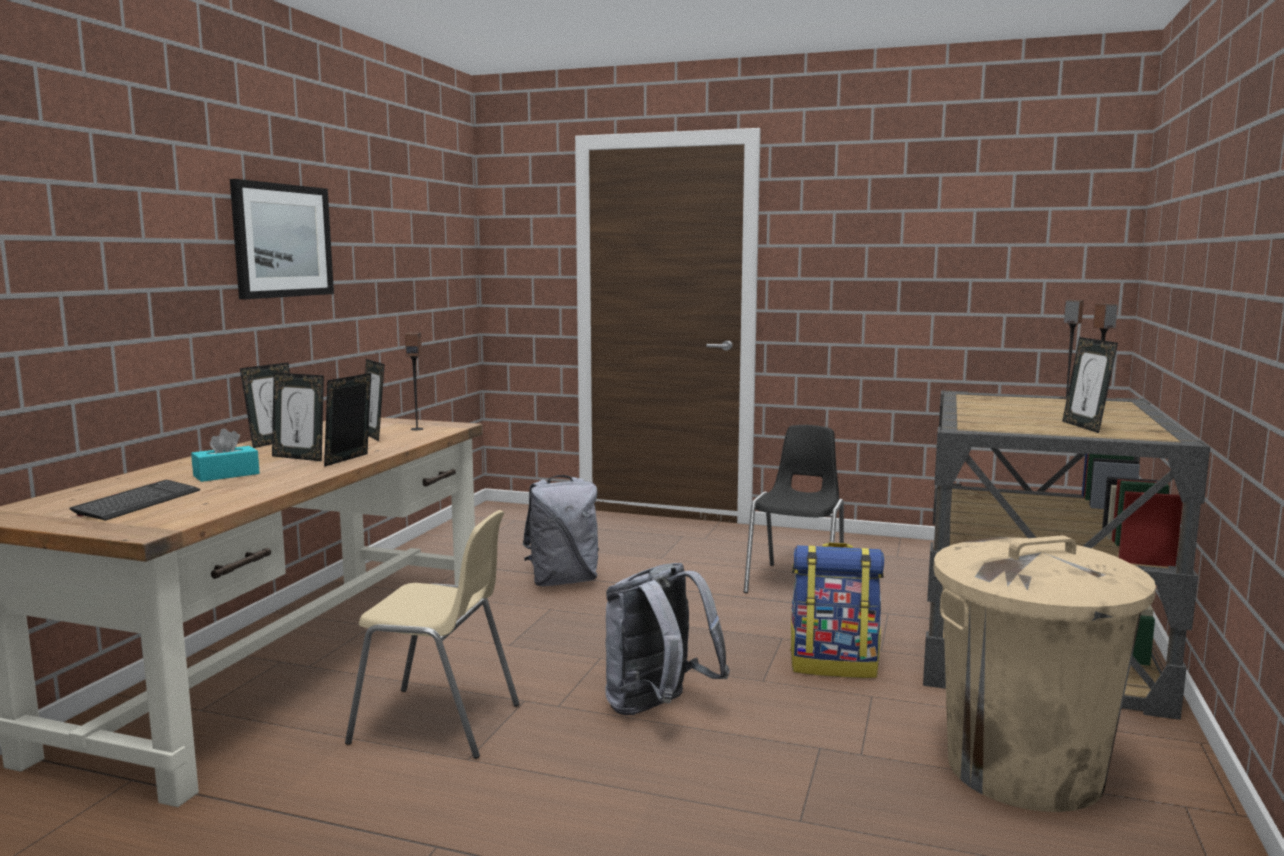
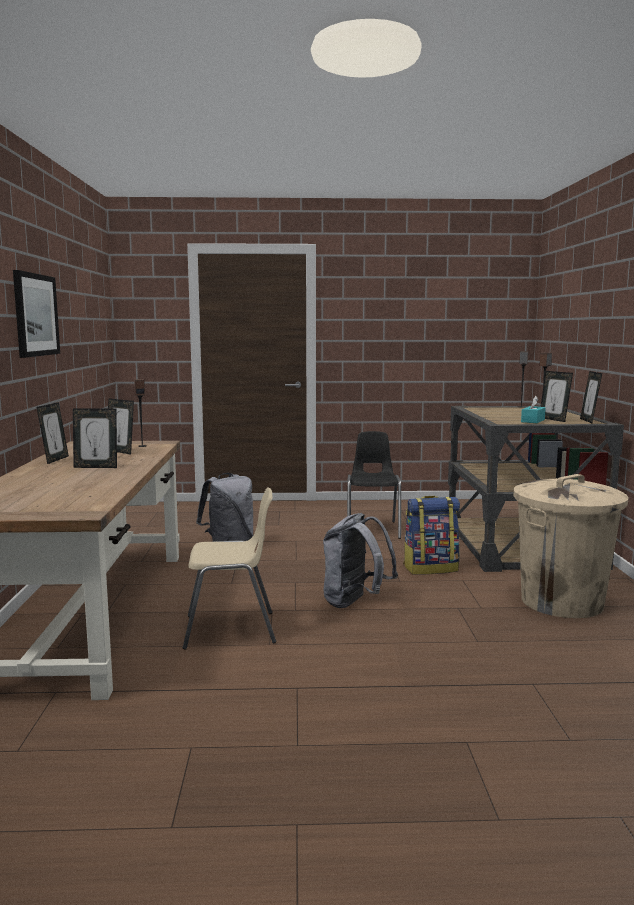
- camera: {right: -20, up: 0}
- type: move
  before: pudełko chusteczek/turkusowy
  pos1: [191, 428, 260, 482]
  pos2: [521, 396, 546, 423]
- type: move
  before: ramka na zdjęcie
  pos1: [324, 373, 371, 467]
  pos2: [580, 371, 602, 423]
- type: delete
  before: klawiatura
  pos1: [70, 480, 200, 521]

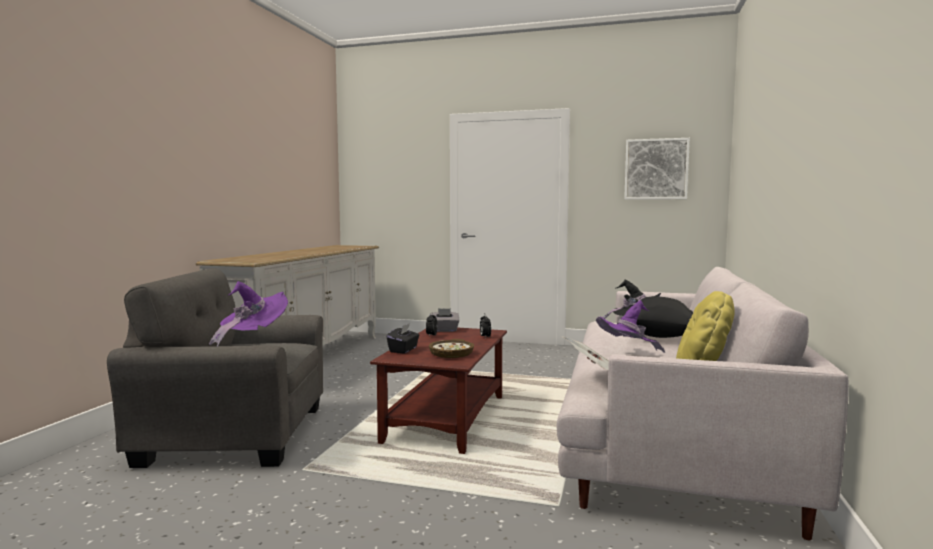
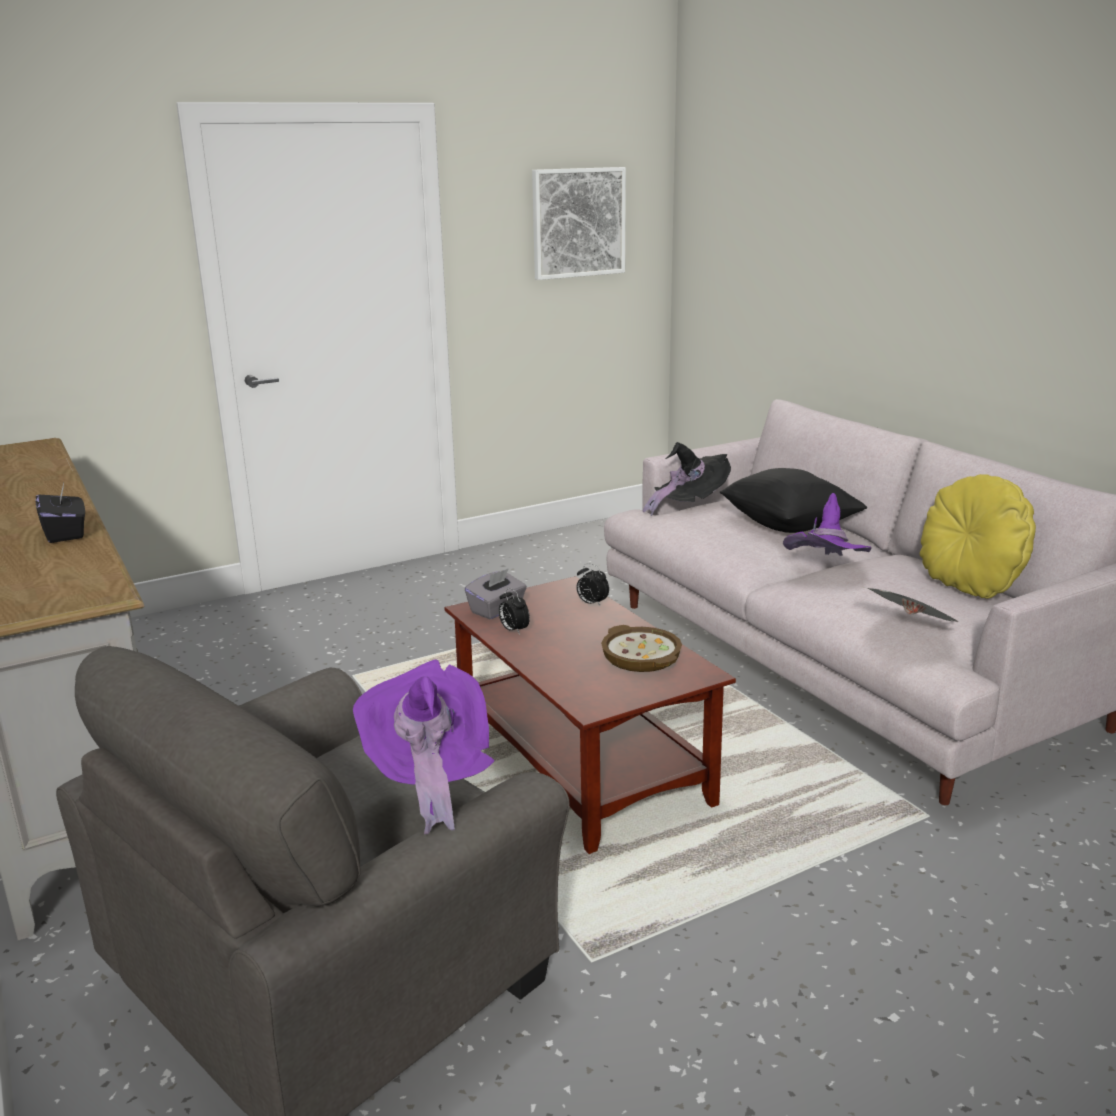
- camera: {right: -45, up: 15}
- type: move
  before: pudełko chusteczek/czarny
  pos1: [387, 323, 420, 354]
  pos2: [36, 483, 85, 543]

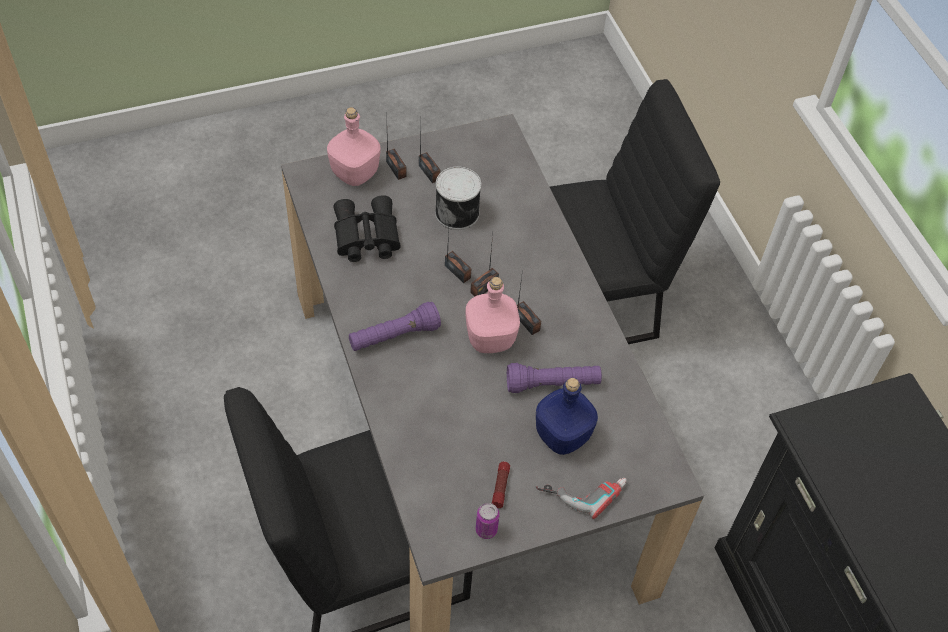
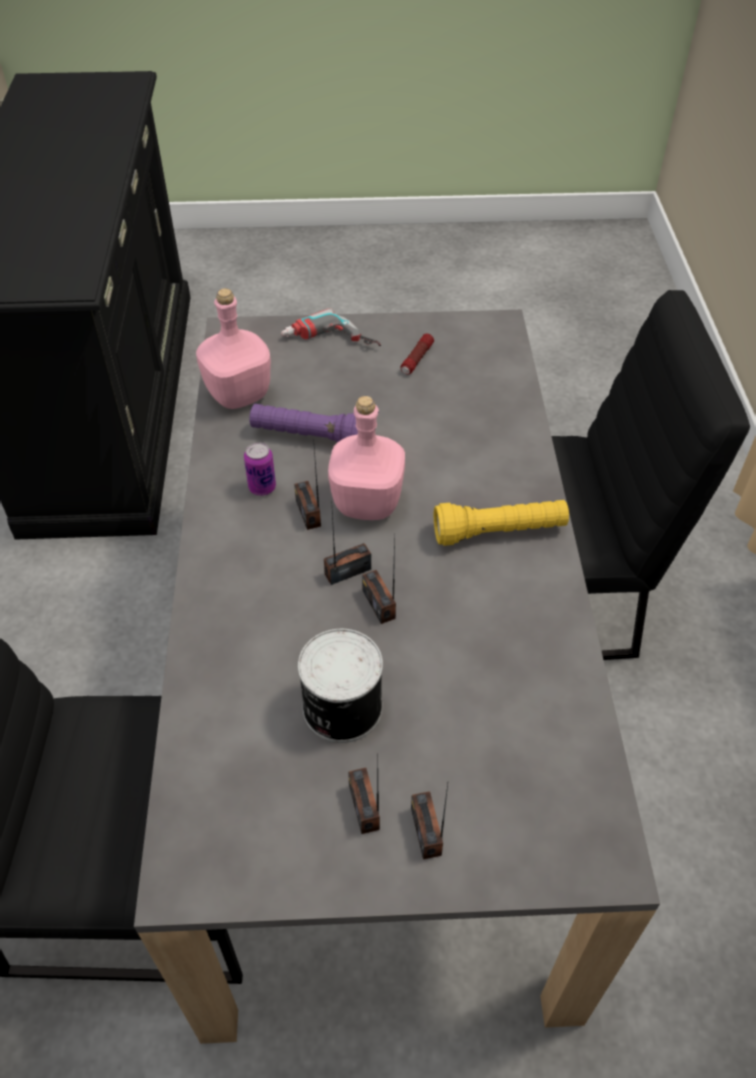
- camera: {right: -160, up: -5}
- type: move
  before: butelka/różowy
  pos1: [327, 107, 381, 186]
  pos2: [196, 288, 271, 409]
- type: move
  before: puszka
  pos1: [475, 503, 500, 539]
  pos2: [244, 442, 276, 496]
- type: recolor
  before: latarka/fioletowy
  after: latarka/żółty
  pos1: [349, 302, 441, 351]
  pos2: [434, 500, 569, 546]
- type: delete
  before: lornetka/czarny
  pos1: [334, 195, 401, 262]
- type: delete
  before: butelka/niebieski
  pos1: [536, 378, 598, 455]

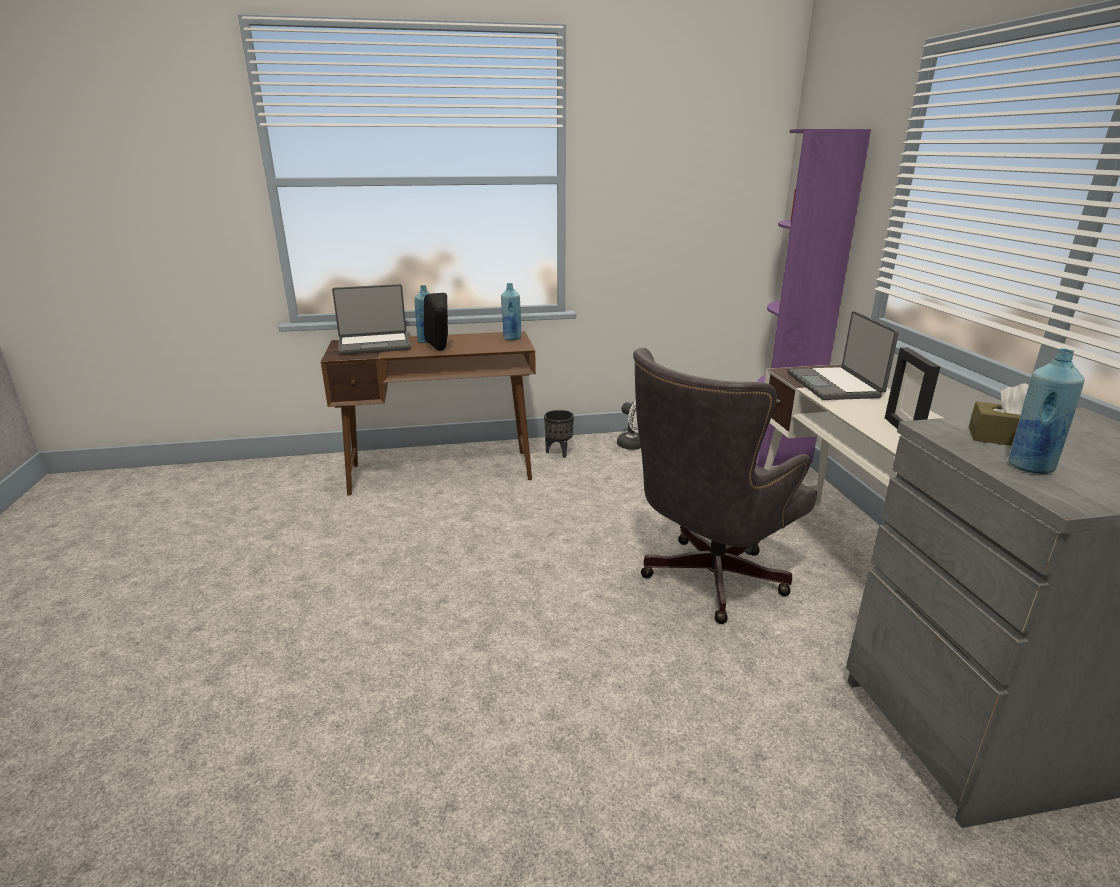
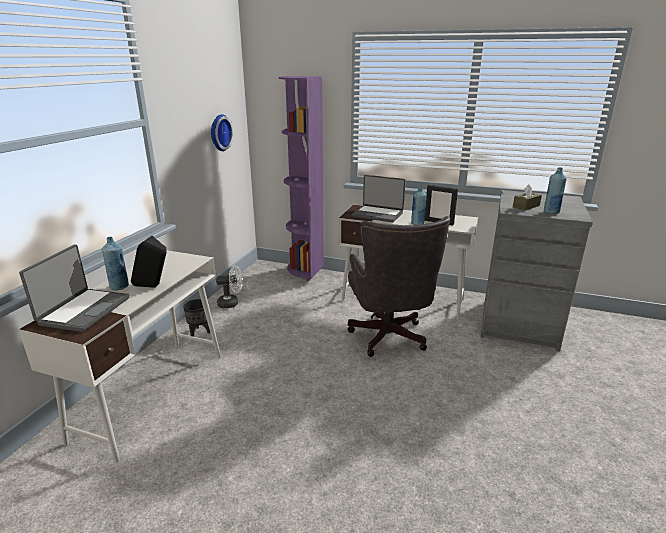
- camera: {right: -60, up: 0}
- type: recolor
  before: biurko/brązowy
  after: biurko/biały
  pos1: [321, 331, 536, 496]
  pos2: [18, 250, 221, 463]
- type: insert
  after: zegar ścienny
  pos2: [211, 114, 234, 151]
- type: move
  before: butelka/niebieski
  pos1: [501, 283, 521, 340]
  pos2: [411, 186, 427, 225]

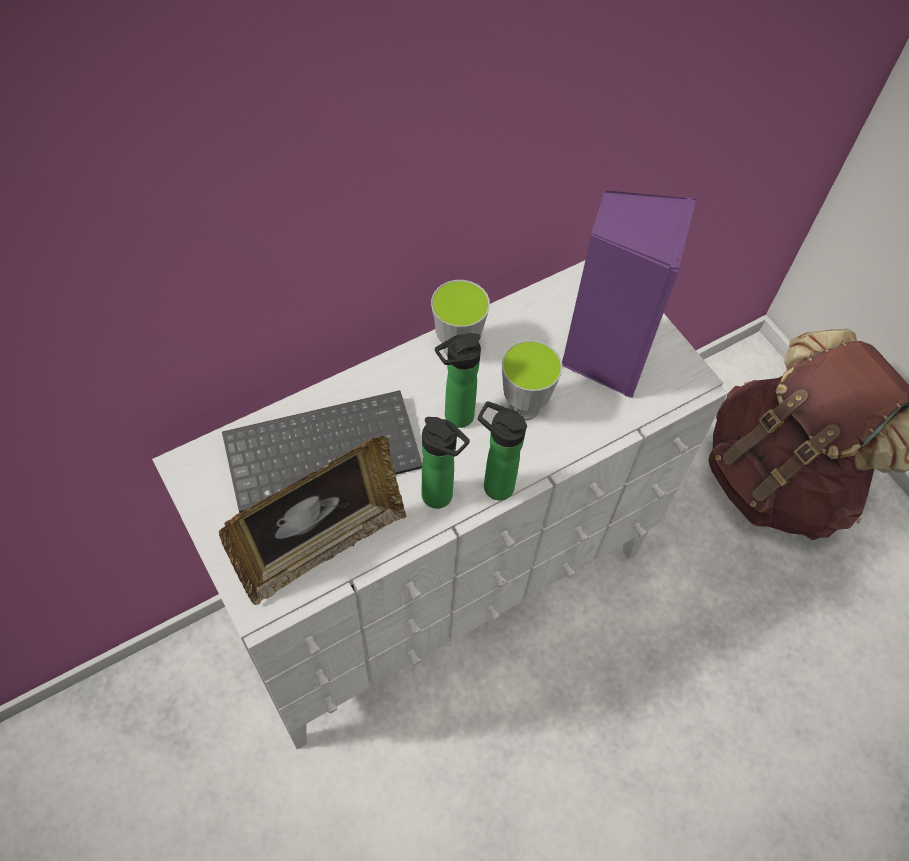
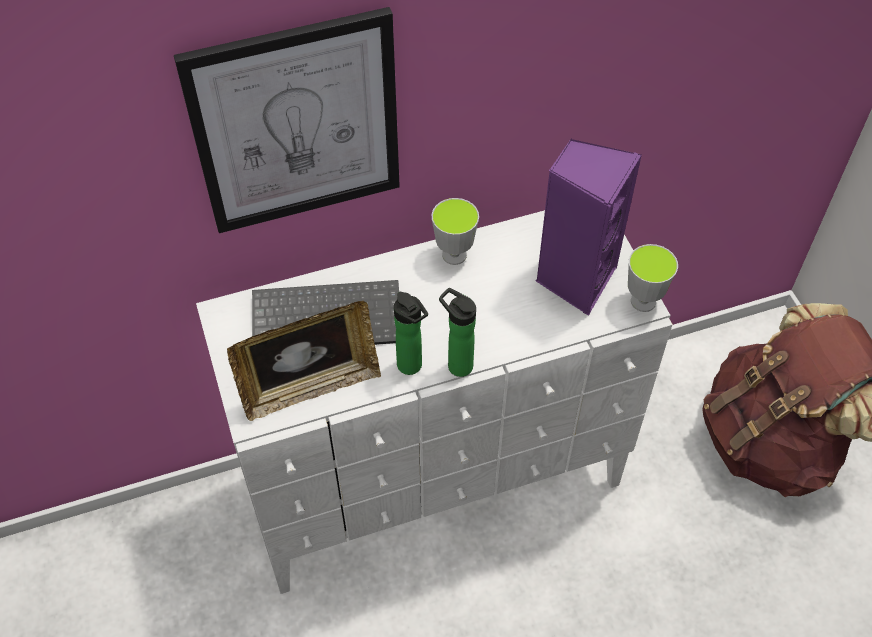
- camera: {right: 15, up: -5}
- type: insert
  after: obraz
  pos2: [174, 7, 400, 233]
- type: move
  before: filiżanka
  pos1: [502, 340, 563, 420]
  pos2: [628, 244, 678, 312]
- type: delete
  before: butelka
  pos1: [435, 333, 481, 428]

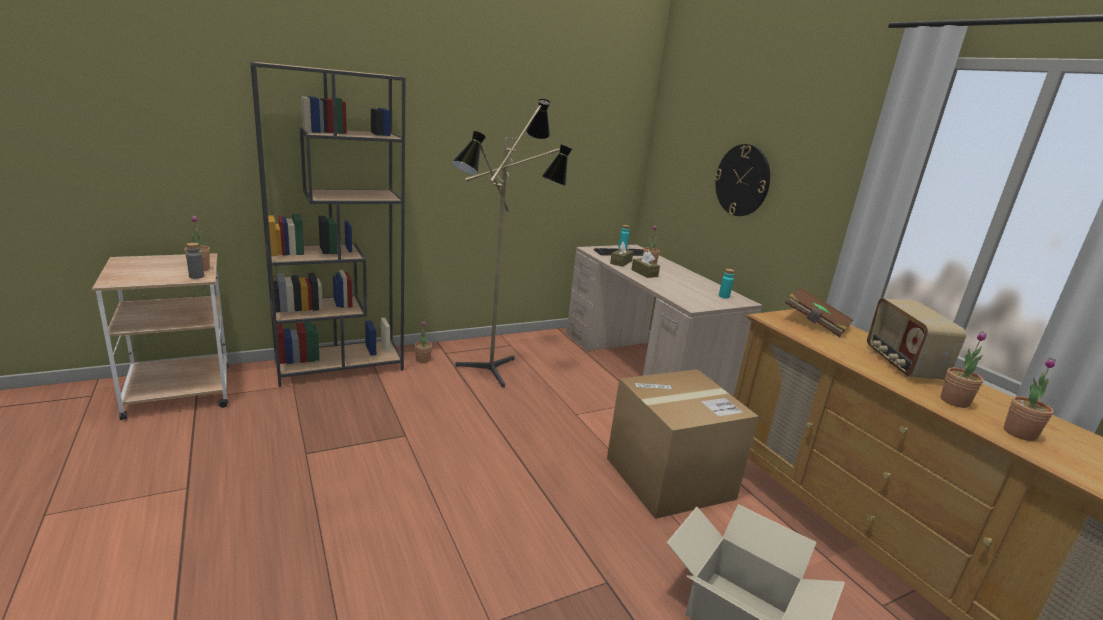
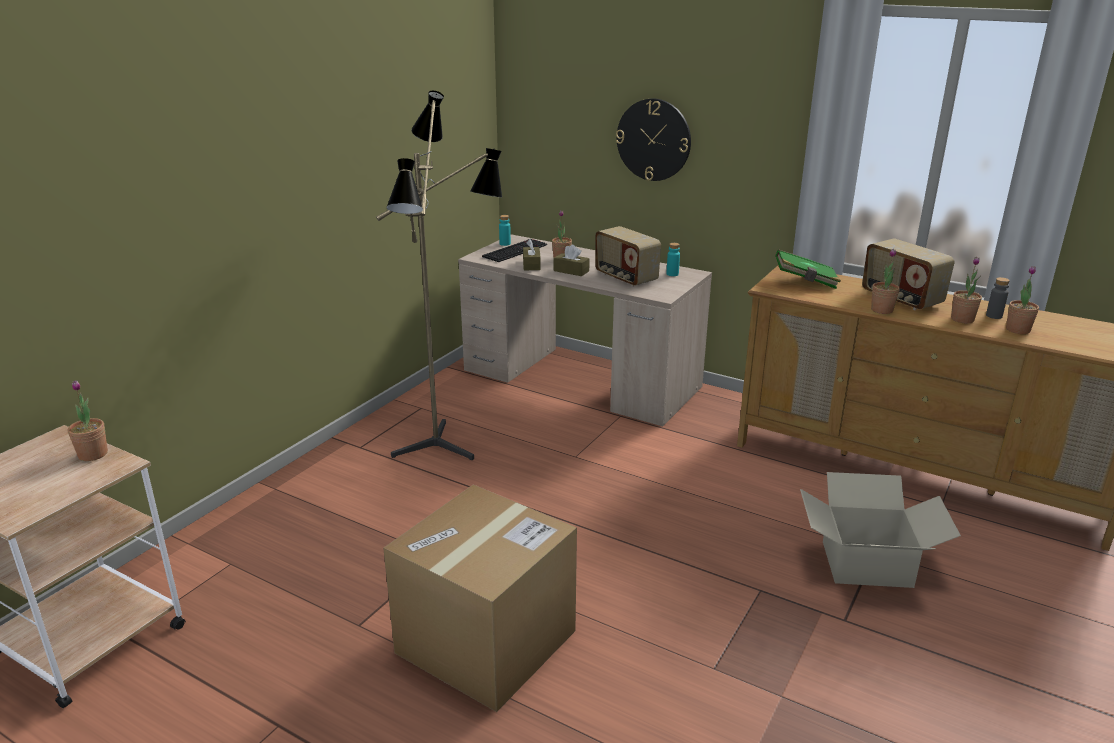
- camera: {right: -30, up: 5}
- type: move
  before: karton
  pos1: [607, 369, 759, 519]
  pos2: [383, 484, 577, 712]
- type: insert
  after: radio
  pos2: [595, 226, 661, 287]
- type: recolor
  before: książka/brązowy
  after: książka/zielony
  pos1: [785, 288, 853, 337]
  pos2: [776, 249, 841, 289]
- type: move
  before: roślina doniczkowa
  pos1: [415, 321, 432, 363]
  pos2: [871, 249, 900, 314]
- type: move
  before: butelka/szary
  pos1: [186, 243, 204, 279]
  pos2: [986, 277, 1010, 319]
- type: delete
  before: regał
  pos1: [250, 61, 406, 387]

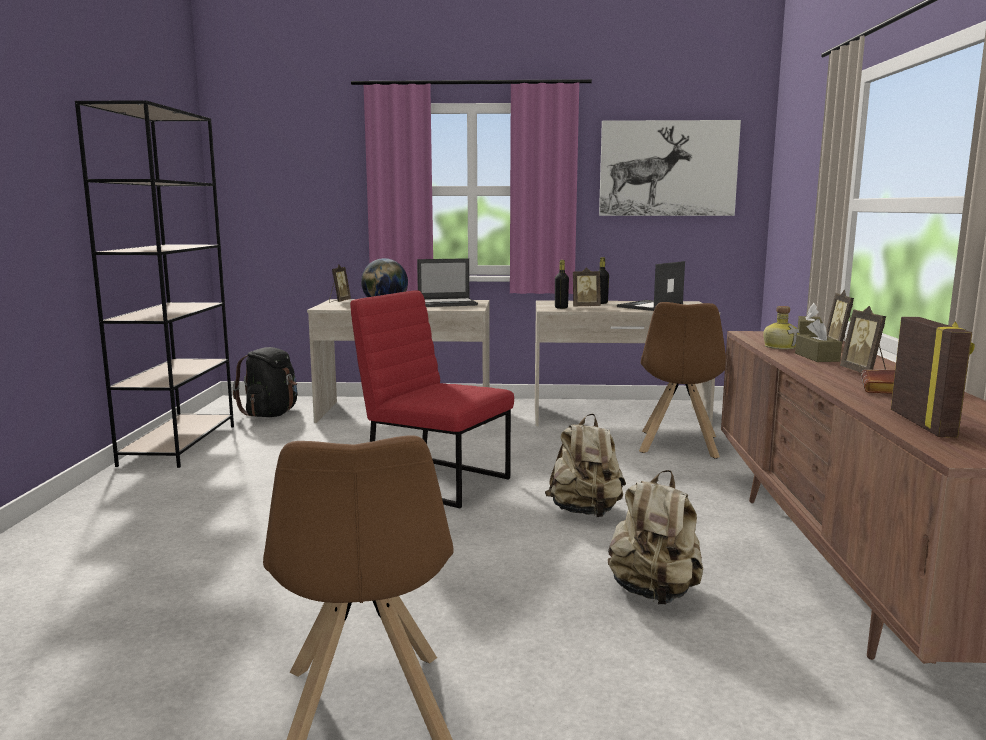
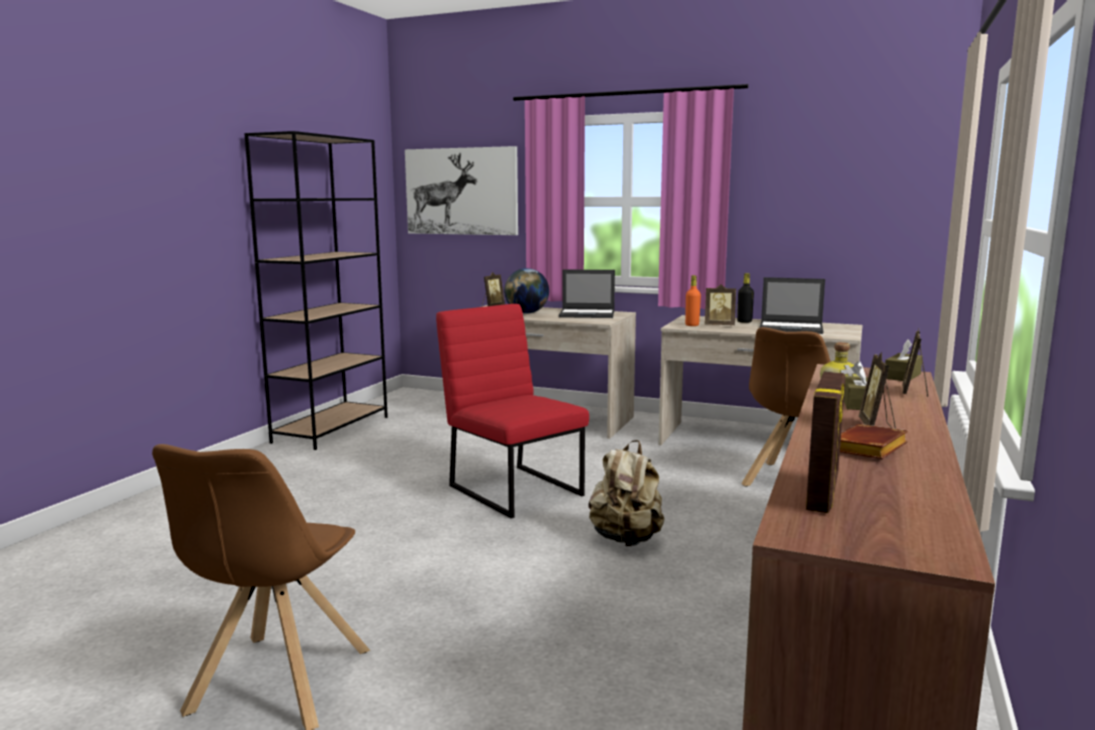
- camera: {right: 20, up: 0}
- type: move
  before: obraz
  pos1: [599, 120, 741, 216]
  pos2: [405, 146, 518, 235]
- type: recolor
  before: butelka/czarny
  after: butelka/pomarańczowy
  pos1: [555, 260, 569, 309]
  pos2: [685, 275, 701, 326]
- type: rotate
  before: laptop
  pos1: [617, 261, 685, 311]
  pos2: [759, 277, 825, 334]
  turn: -135
- type: delete
  before: plecak/czarny
  pos1: [233, 347, 298, 417]
- type: delete
  before: plecak/beżowy
  pos1: [608, 470, 703, 605]

